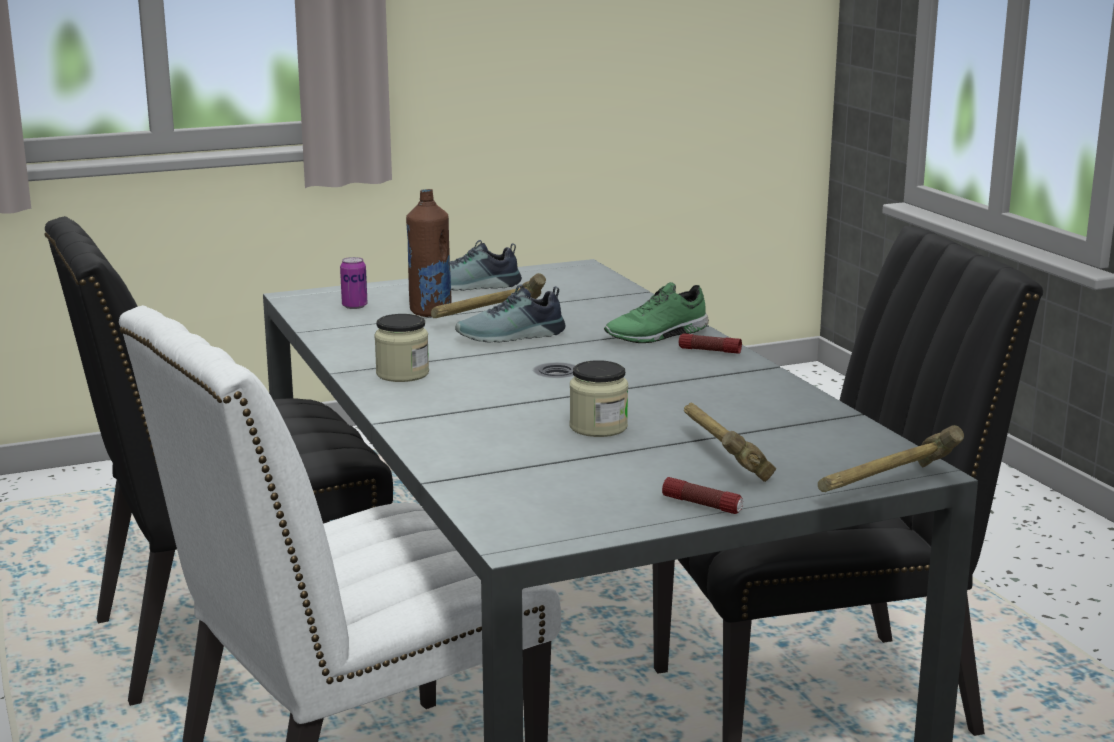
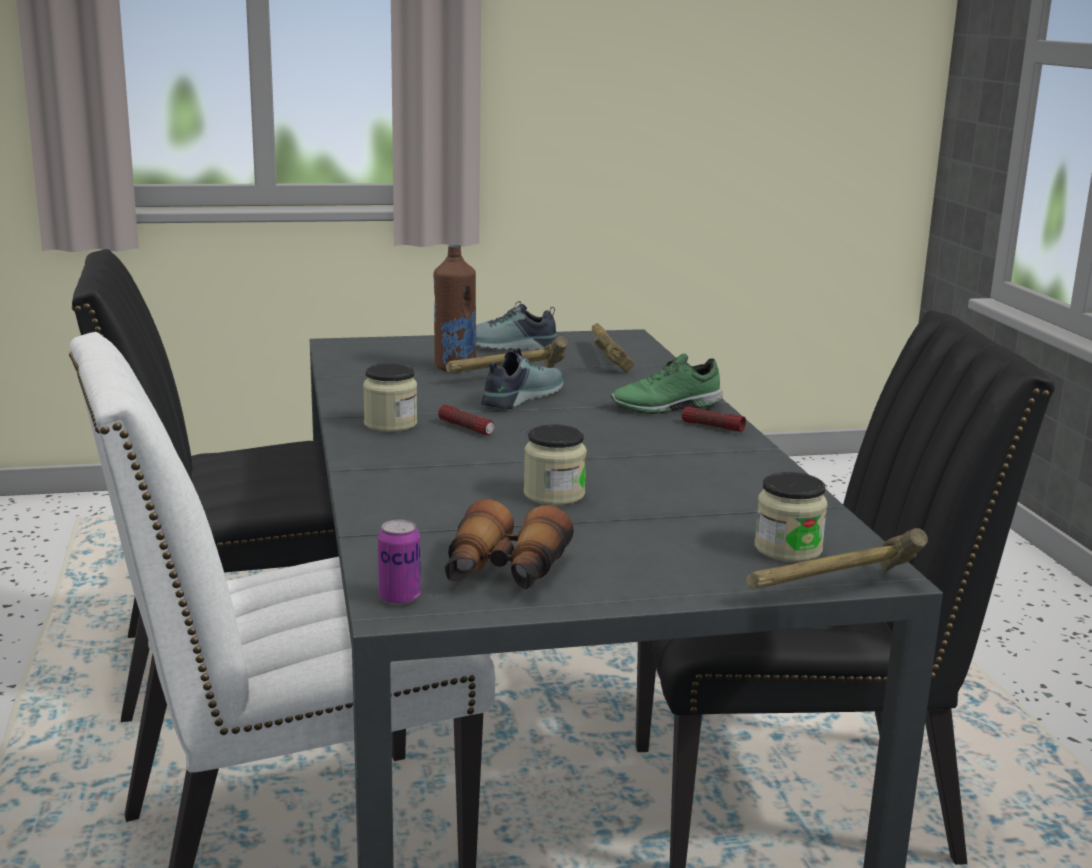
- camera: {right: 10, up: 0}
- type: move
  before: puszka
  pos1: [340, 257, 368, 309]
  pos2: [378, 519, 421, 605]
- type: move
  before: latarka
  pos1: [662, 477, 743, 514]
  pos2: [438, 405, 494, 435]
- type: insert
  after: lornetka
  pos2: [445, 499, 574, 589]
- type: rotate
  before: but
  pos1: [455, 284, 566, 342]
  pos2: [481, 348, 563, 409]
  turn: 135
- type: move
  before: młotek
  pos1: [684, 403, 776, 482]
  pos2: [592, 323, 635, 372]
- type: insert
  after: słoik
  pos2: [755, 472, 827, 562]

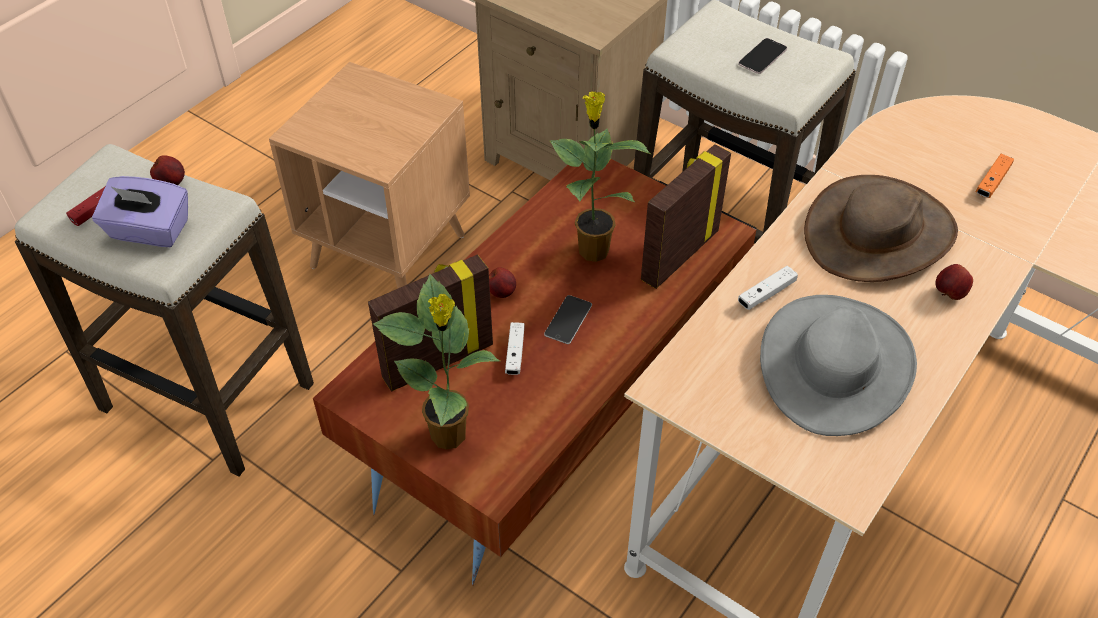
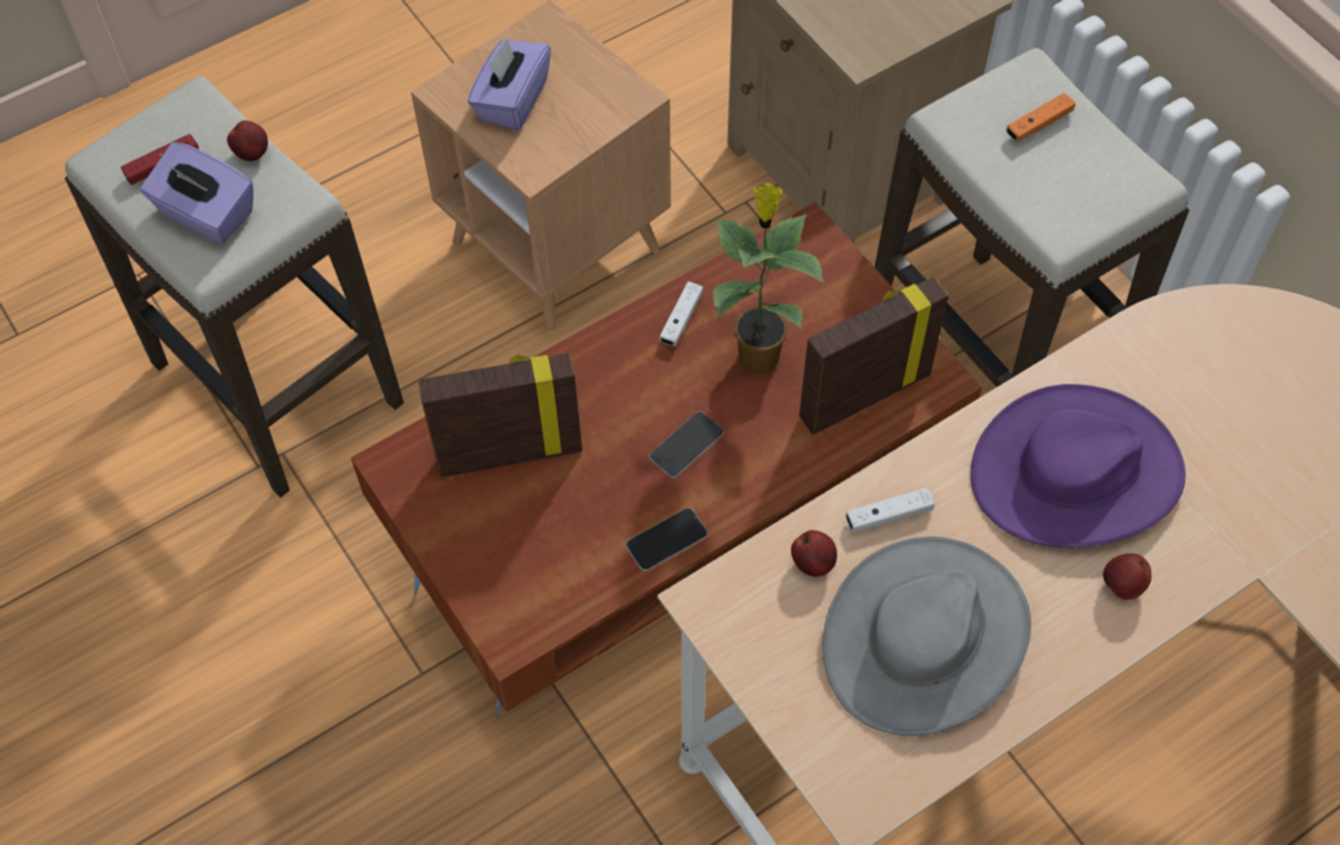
- camera: {right: 20, up: 10}
- type: insert
  after: pudełko chusteczek/fioletowy
  pos2: [468, 37, 551, 131]
- type: move
  before: telefon
  pos1: [738, 38, 787, 74]
  pos2: [626, 508, 708, 571]
- type: move
  before: pad do gier/biały
  pos1: [505, 322, 525, 375]
  pos2: [659, 282, 703, 346]
- type: move
  before: jabłko
  pos1: [489, 267, 516, 298]
  pos2: [791, 530, 837, 577]
- type: recolor
  before: kapelusz/brązowy
  after: kapelusz/fioletowy
  pos1: [804, 175, 958, 282]
  pos2: [971, 384, 1186, 548]
- type: move
  before: pad do gier/pomarańczowy
  pos1: [976, 154, 1014, 198]
  pos2: [1006, 93, 1076, 142]
- type: delete
  before: roślina doniczkowa
  pos1: [373, 274, 500, 449]

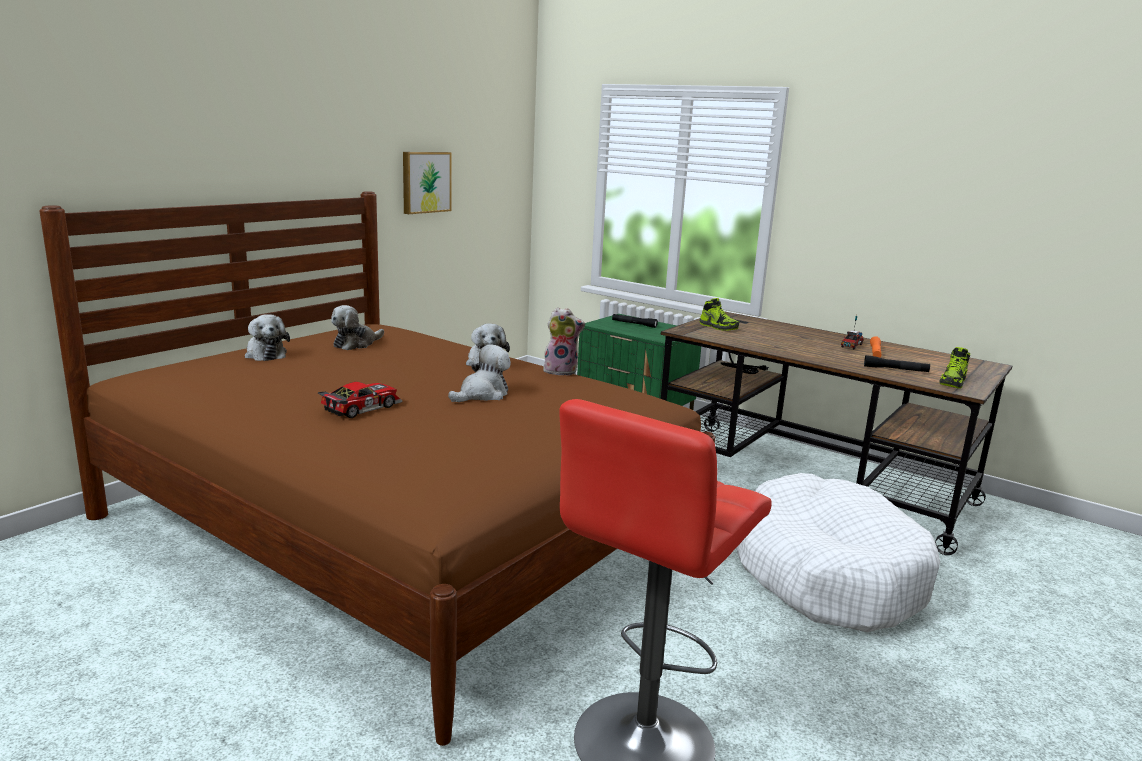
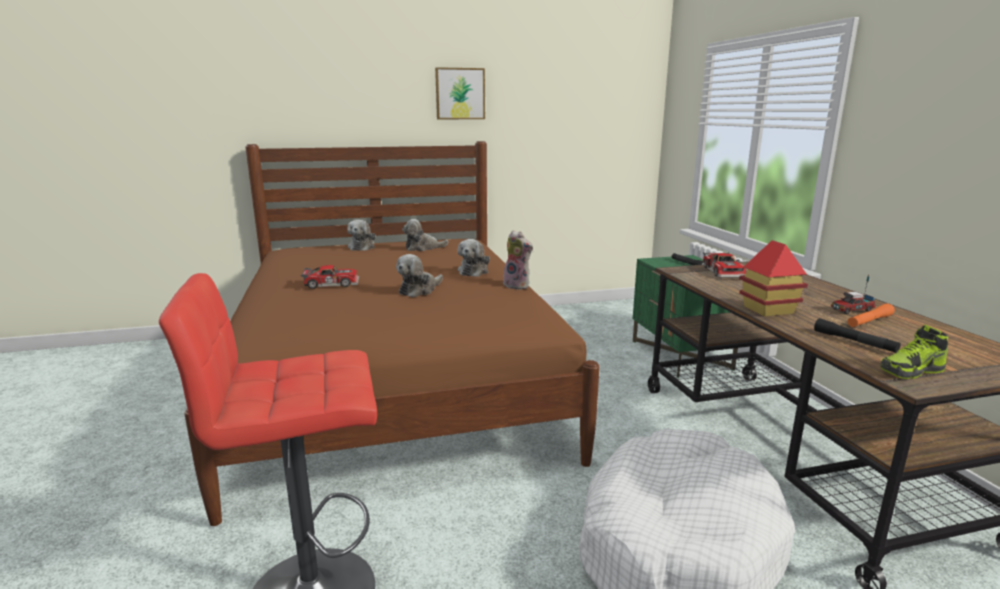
- camera: {right: 40, up: 0}
- type: rotate
  before: pluszak
  pos1: [448, 344, 511, 402]
  pos2: [396, 254, 443, 297]
  turn: 135
- type: move
  before: obraz
  pos1: [403, 152, 452, 214]
  pos2: [435, 67, 485, 119]
- type: replace
  before: but
  after: samochodzik
  pos1: [699, 298, 739, 331]
  pos2: [703, 252, 746, 278]
- type: insert
  after: domek
  pos2: [739, 240, 808, 316]

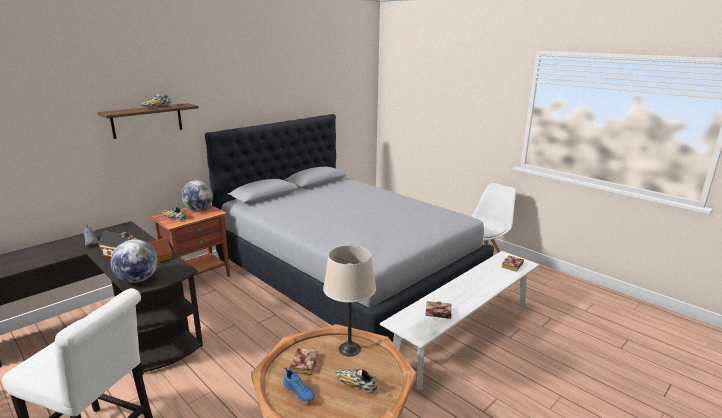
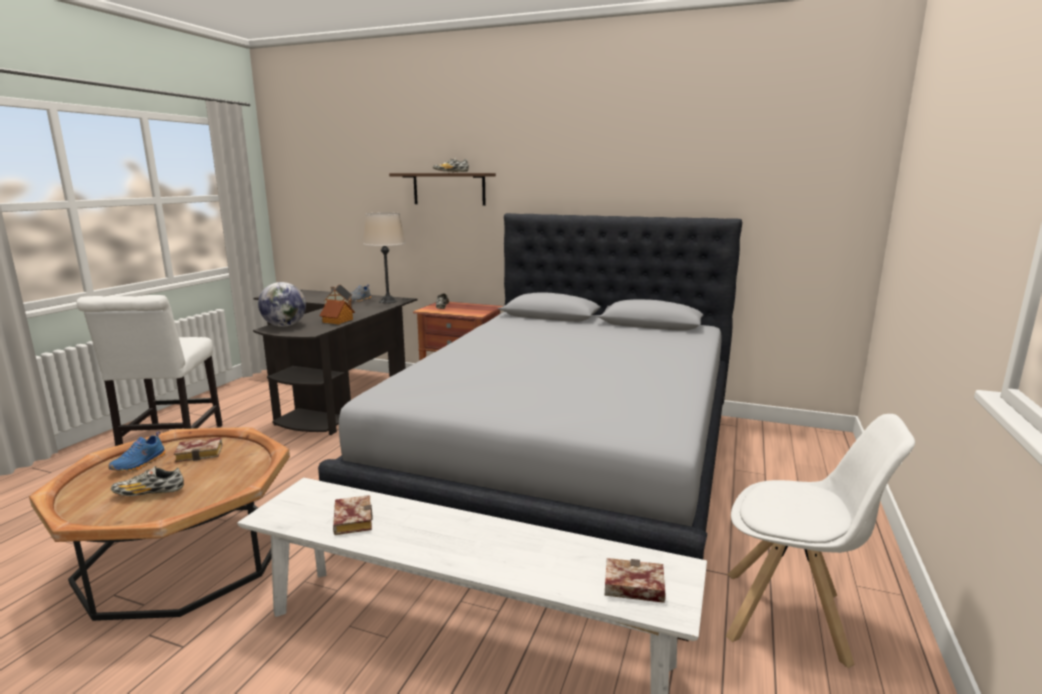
- camera: {right: 65, up: -5}
- type: rotate
  before: but
  pos1: [336, 368, 377, 393]
  pos2: [111, 466, 184, 496]
  turn: -105
- type: move
  before: lampa stołowa/beżowy
  pos1: [323, 245, 376, 357]
  pos2: [363, 212, 406, 303]
- type: delete
  before: globus
  pos1: [181, 180, 213, 211]

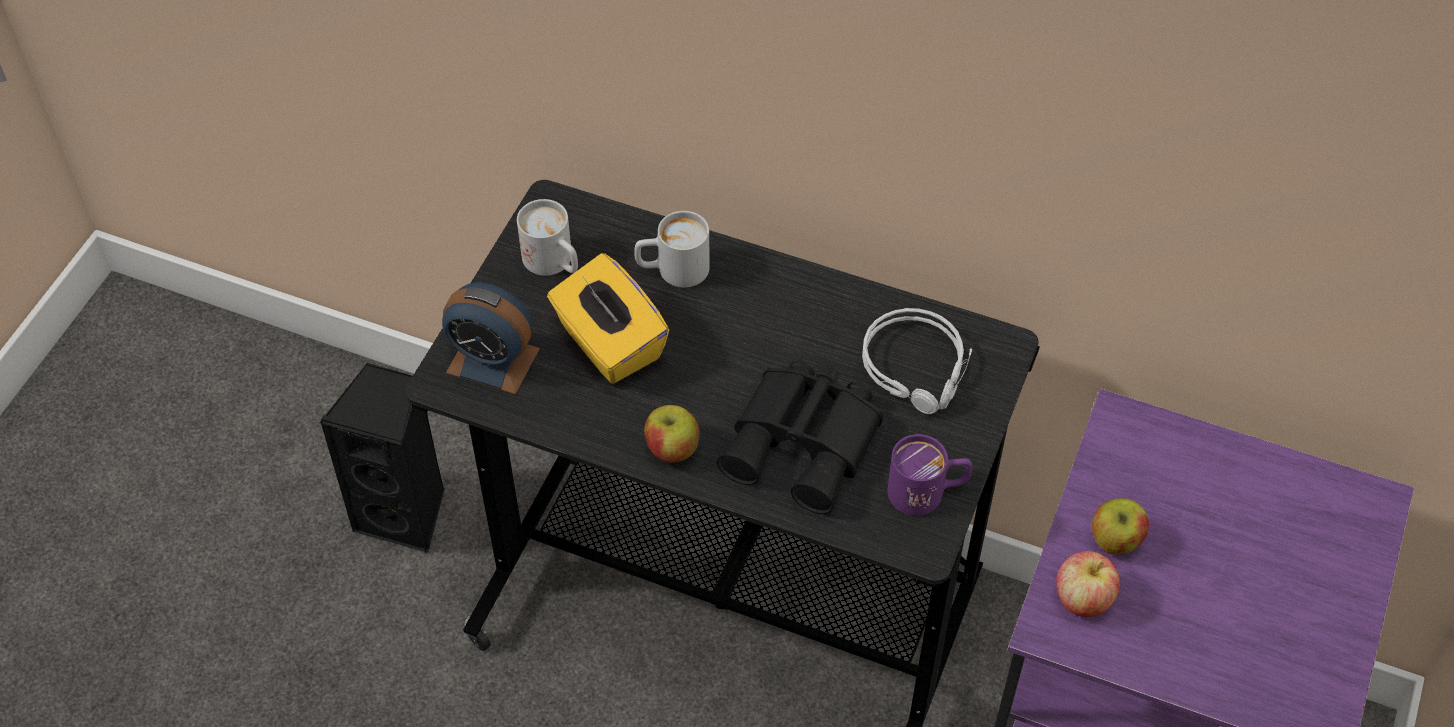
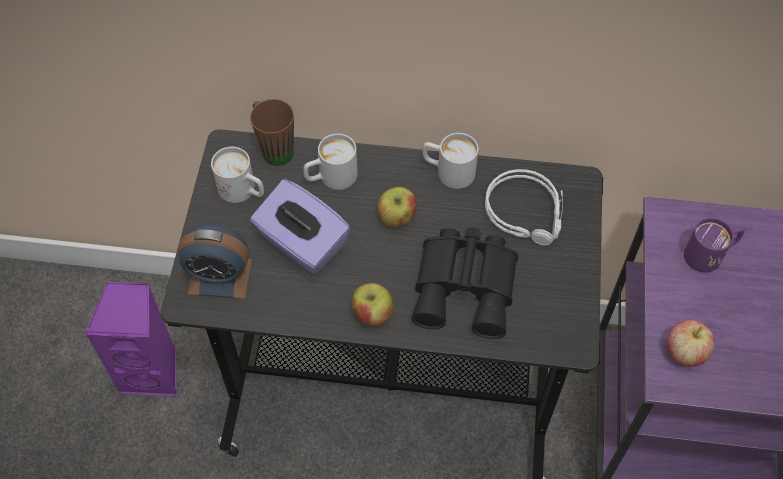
- camera: {right: -15, up: 5}
- type: recolor
  before: głośnik/czarny
  after: głośnik/fioletowy
  pos1: [319, 363, 445, 554]
  pos2: [85, 282, 177, 396]
- type: insert
  after: kubek/brązowy
  pos2: [250, 99, 294, 166]
- type: recolor
  before: pudełko chusteczek/żółty
  after: pudełko chusteczek/fioletowy
  pos1: [547, 253, 669, 384]
  pos2: [250, 179, 350, 275]
- type: move
  before: jabłko
  pos1: [1092, 498, 1149, 555]
  pos2: [378, 187, 417, 228]
- type: insert
  after: kubek/biały
  pos2: [422, 133, 478, 189]
- type: move
  before: kubek/fioletowy
  pos1: [887, 434, 972, 516]
  pos2: [684, 218, 745, 273]

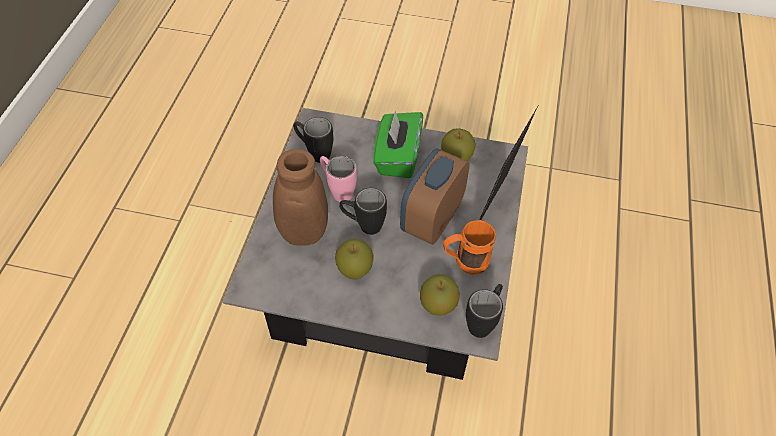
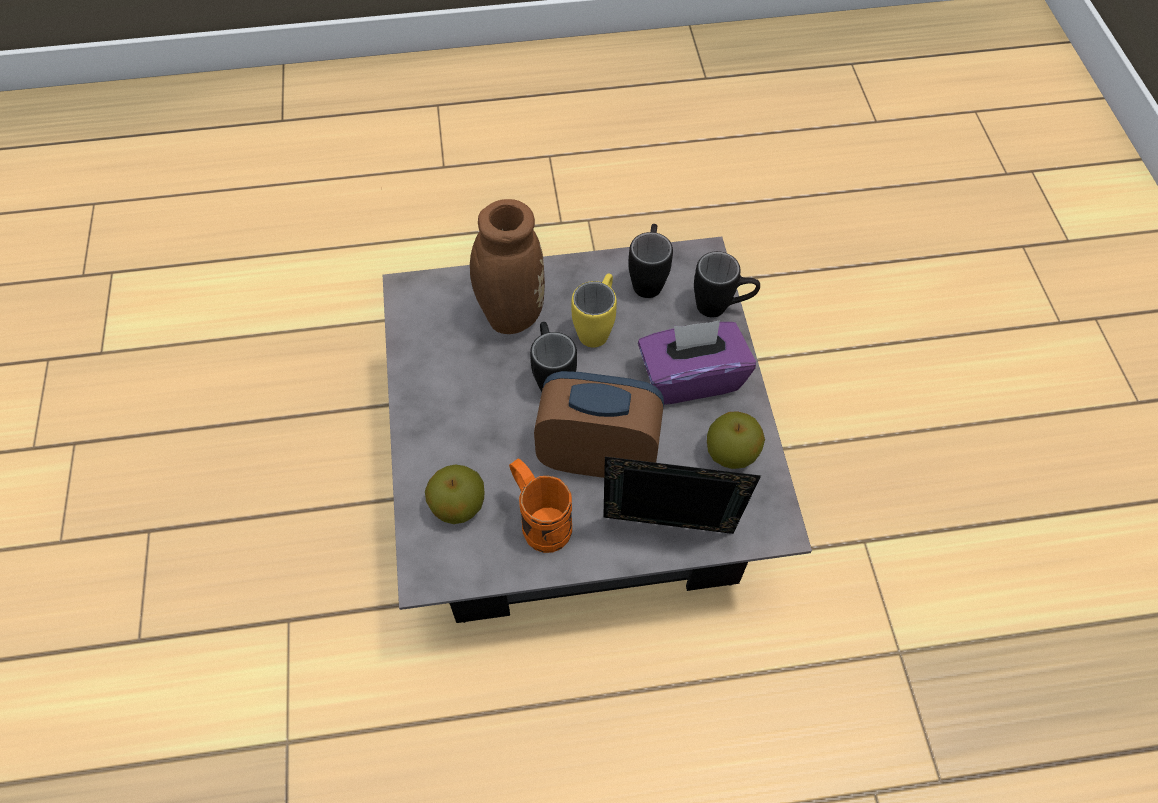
- camera: {right: 70, up: 5}
- type: recolor
  before: kubek/różowy
  after: kubek/żółty
  pos1: [320, 156, 357, 202]
  pos2: [572, 274, 617, 348]
- type: recolor
  before: pudełko chusteczek/zielony
  after: pudełko chusteczek/fioletowy
  pos1: [373, 111, 423, 178]
  pos2: [638, 320, 756, 405]
- type: move
  before: kubek/czarny
  pos1: [466, 284, 503, 338]
  pos2: [694, 251, 760, 317]
- type: delete
  before: jabłko
  pos1: [335, 239, 374, 280]

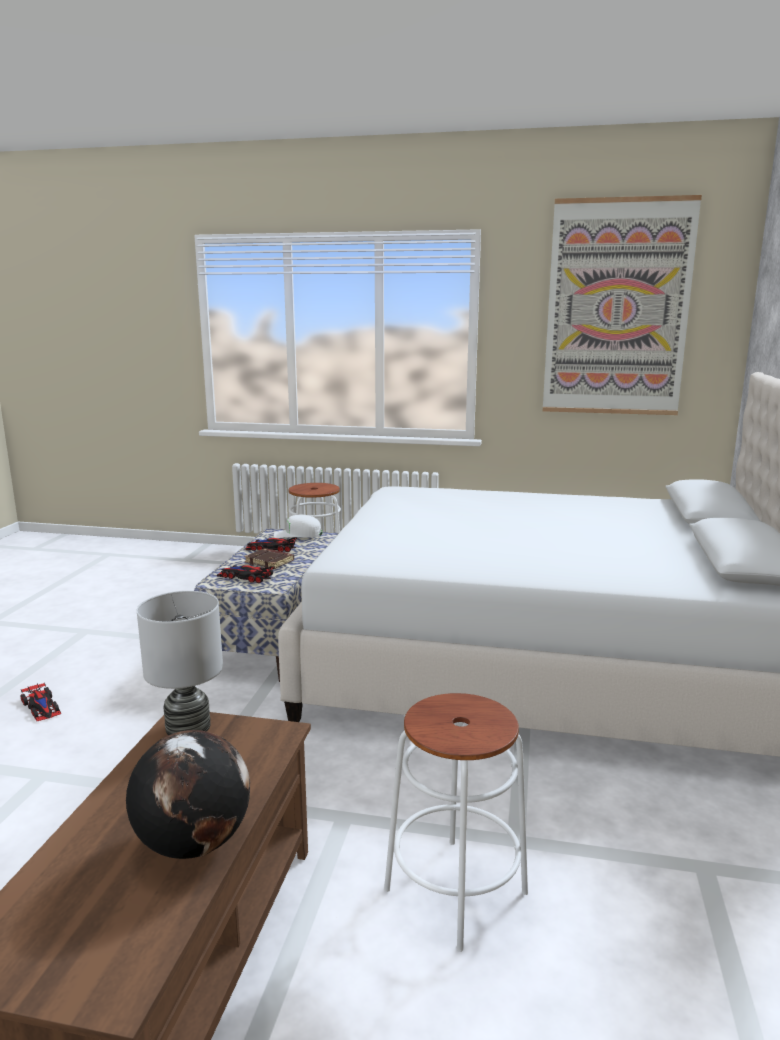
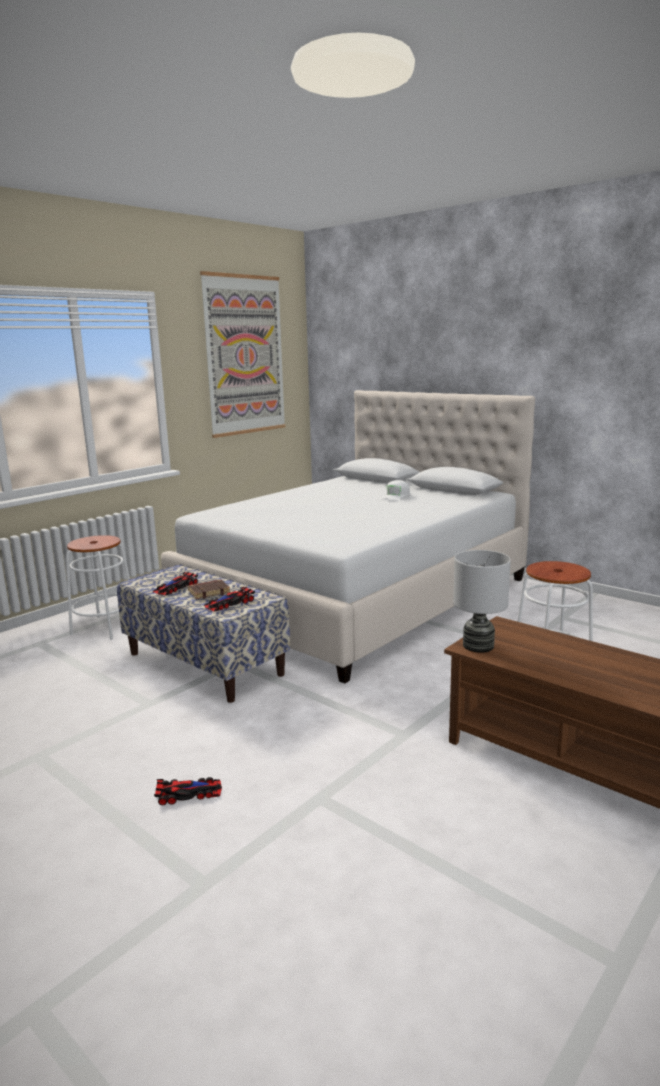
- camera: {right: -60, up: 0}
- type: move
  before: czapka z daszkiem/biały
  pos1: [274, 515, 322, 538]
  pos2: [380, 480, 410, 501]
- type: delete
  before: globus
  pos1: [126, 730, 250, 859]

